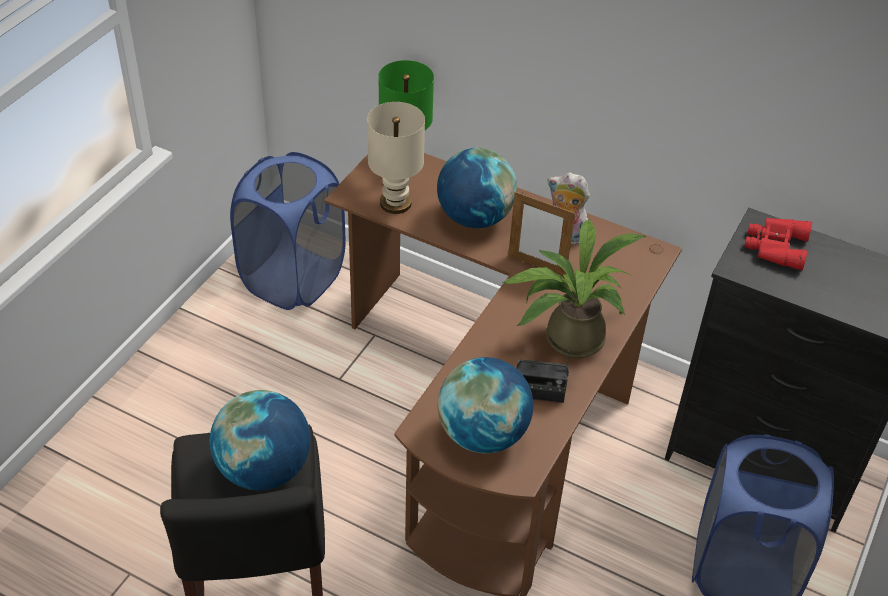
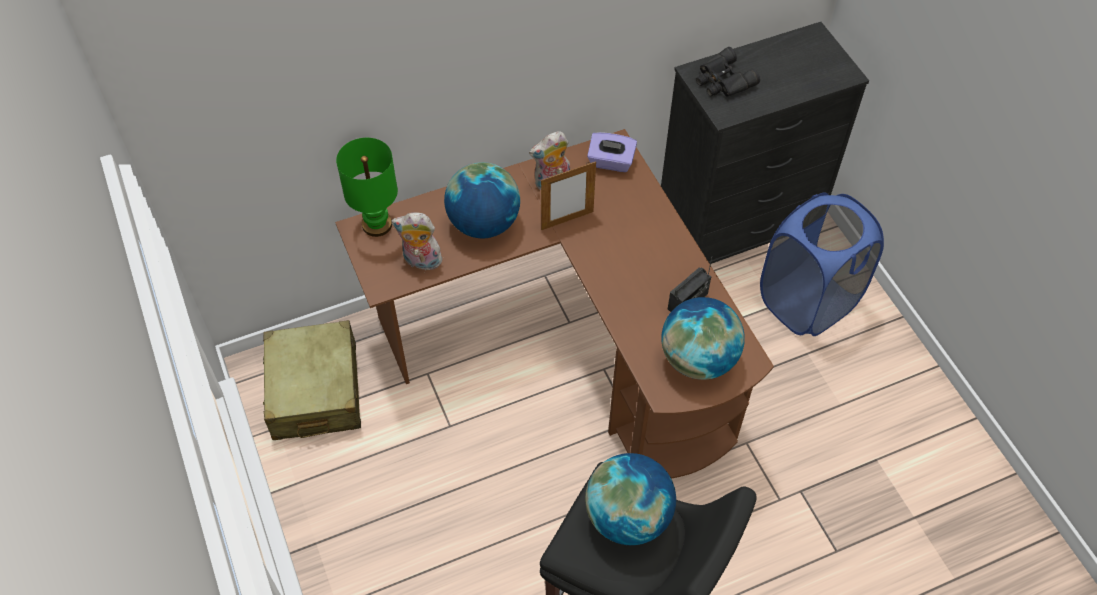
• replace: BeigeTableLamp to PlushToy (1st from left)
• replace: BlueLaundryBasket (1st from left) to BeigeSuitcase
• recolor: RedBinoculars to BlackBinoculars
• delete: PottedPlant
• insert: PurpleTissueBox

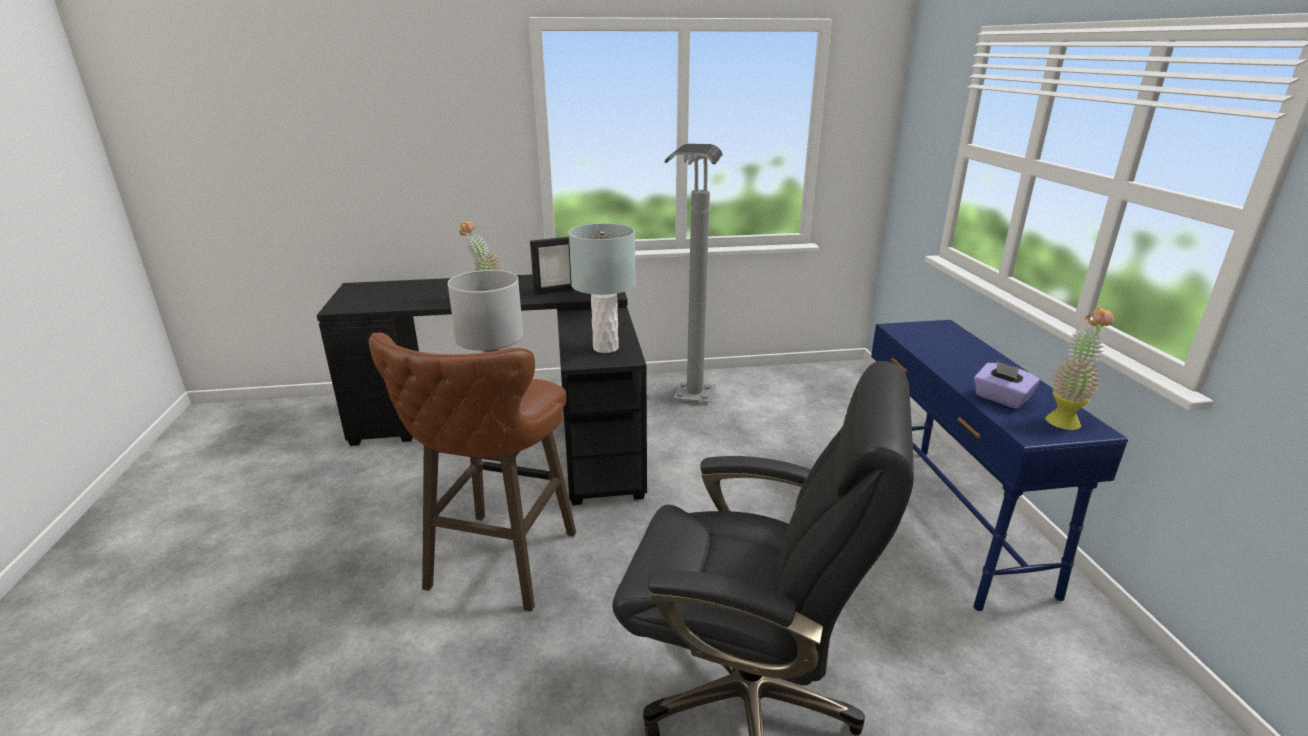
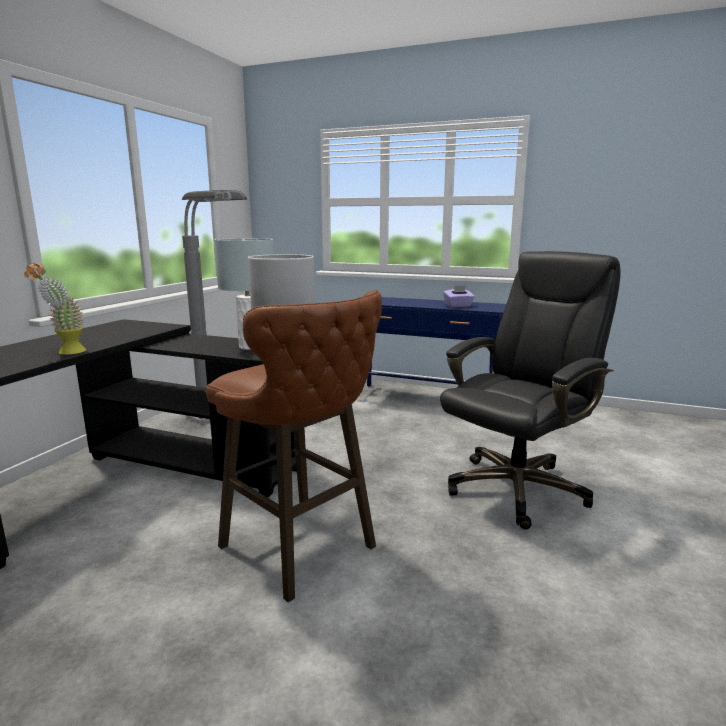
• delete: PictureFrame
• delete: PottedPlant (2nd from left)

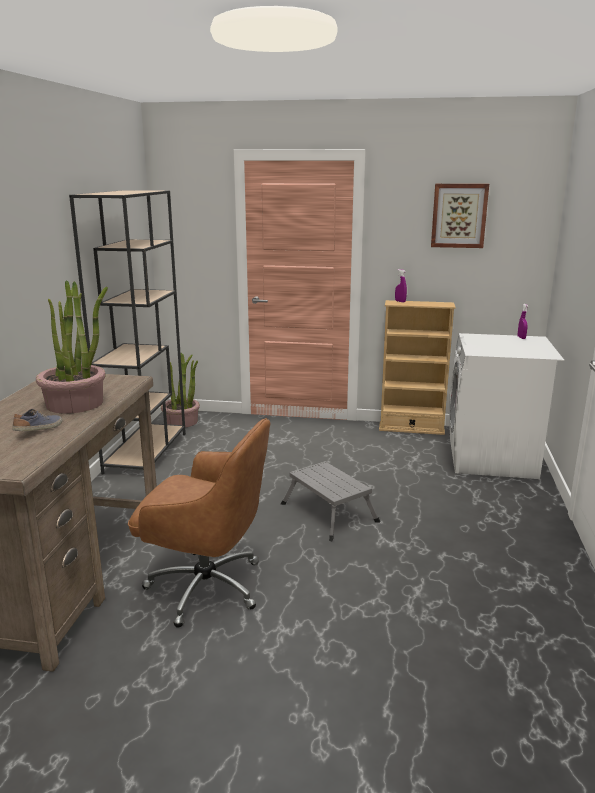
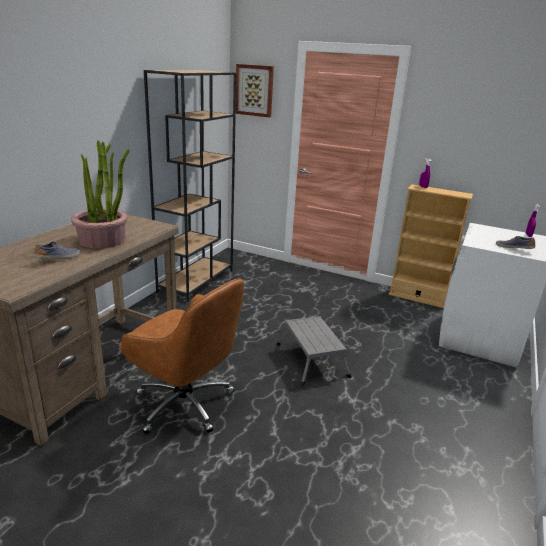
• move: Picture
• delete: PottedPlant (2nd from left)
• insert: Shoe (2nd from left)

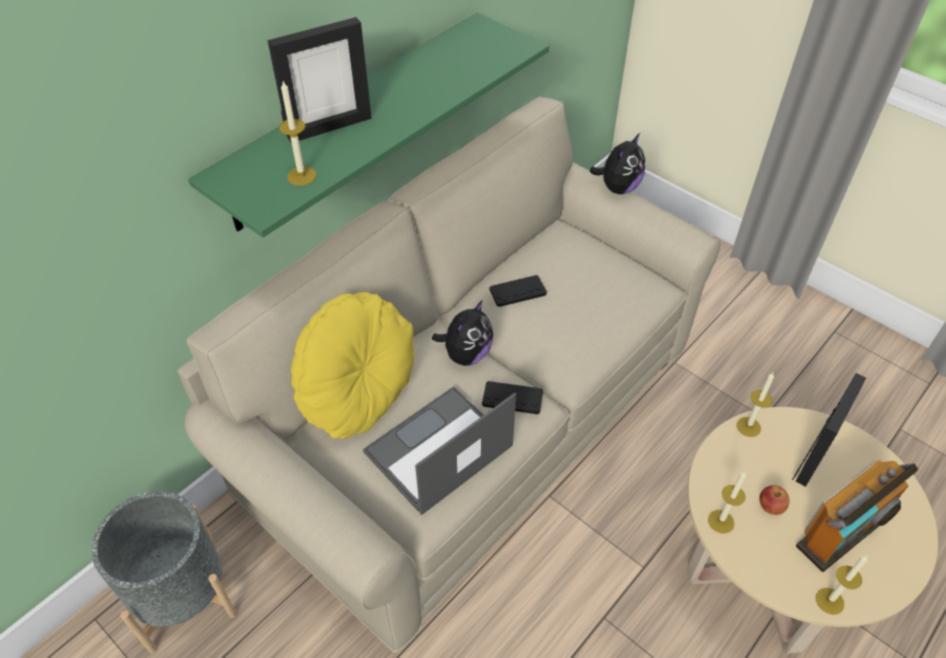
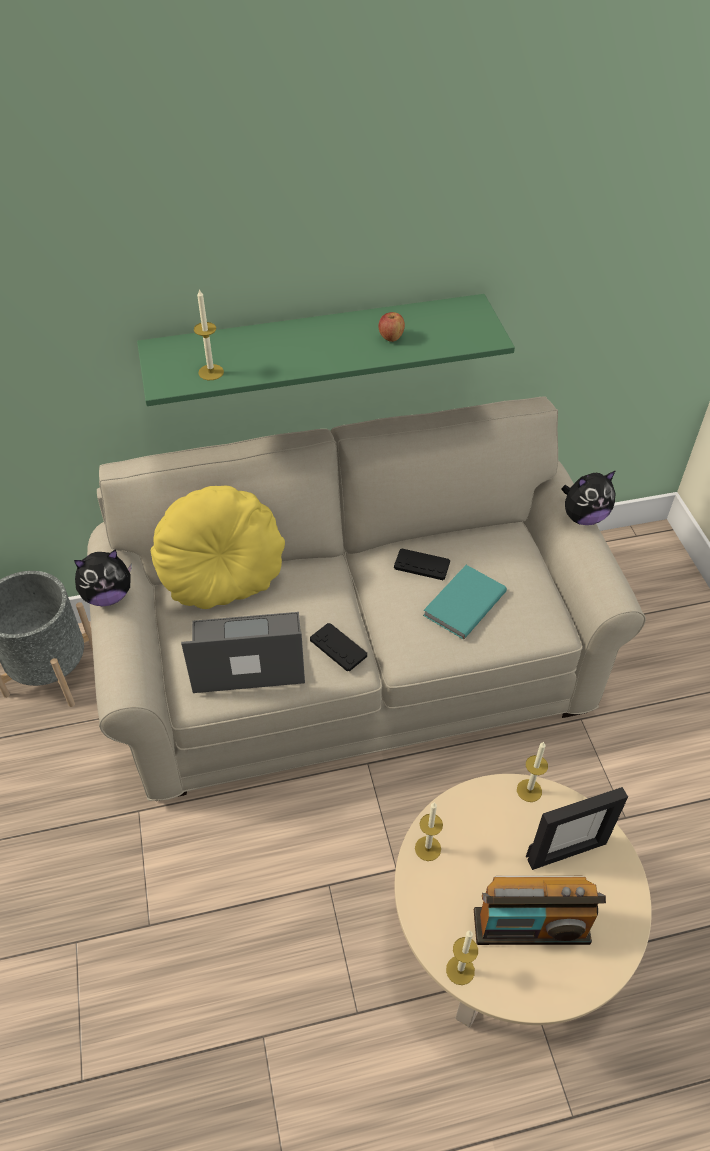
• delete: PictureFrame (1st from left)
• move: PlushToy (1st from left)
• move: Apple
• insert: TurquoiseBook

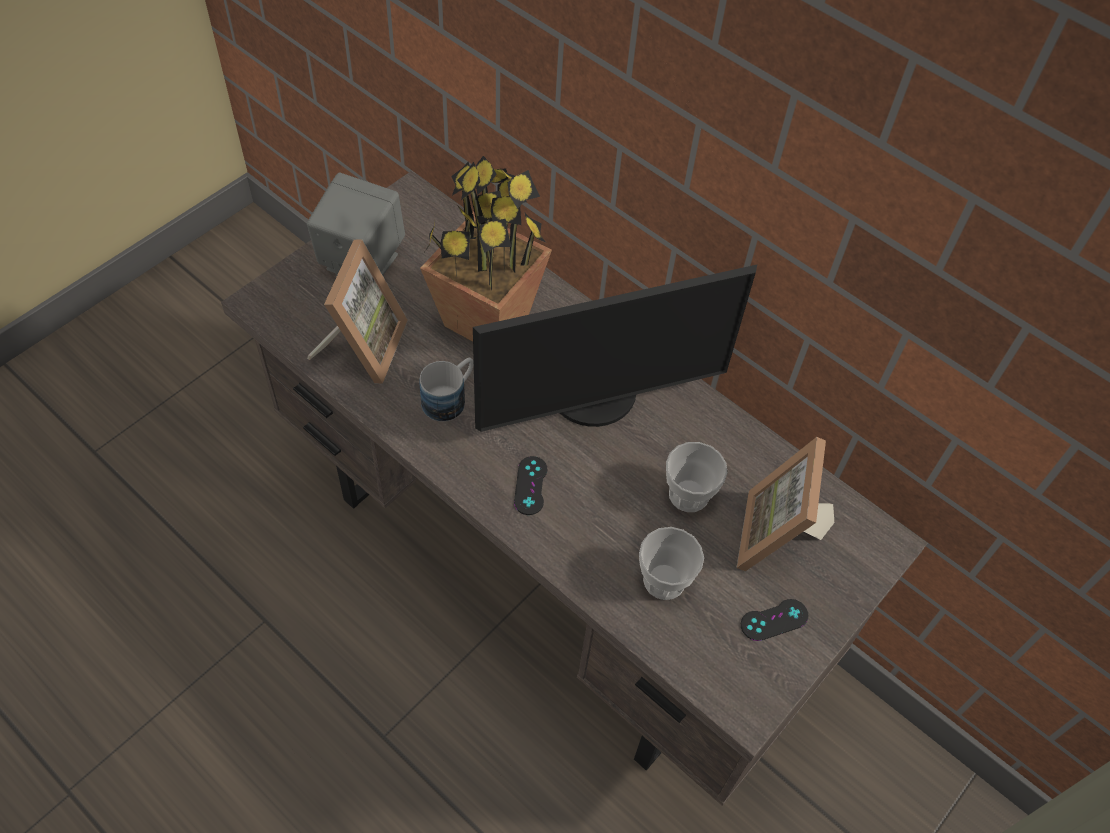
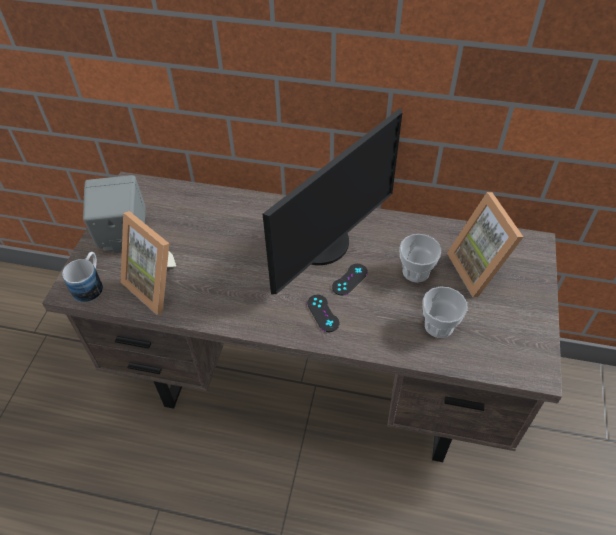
• delete: PottedPlant
• rotate: PictureFrame (1st from left) 150 degrees clockwise
• move: Mug
• move: BlackGameController (2nd from left)

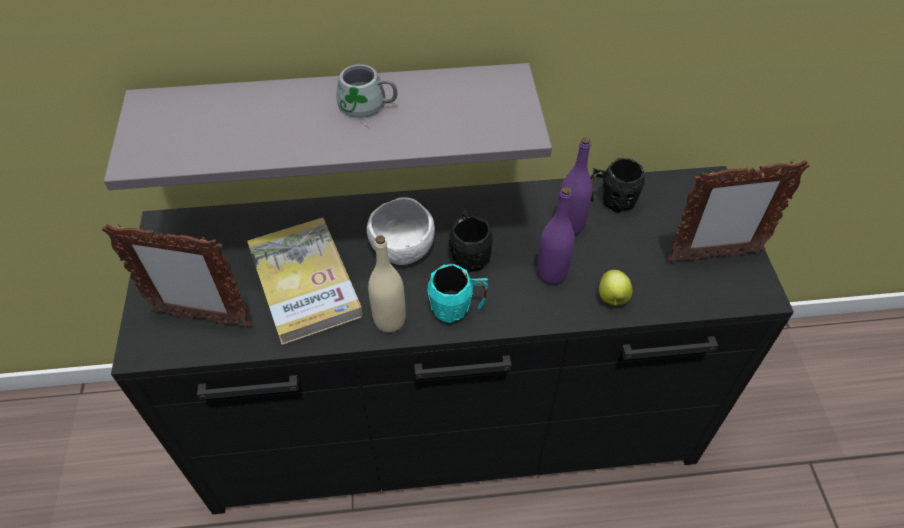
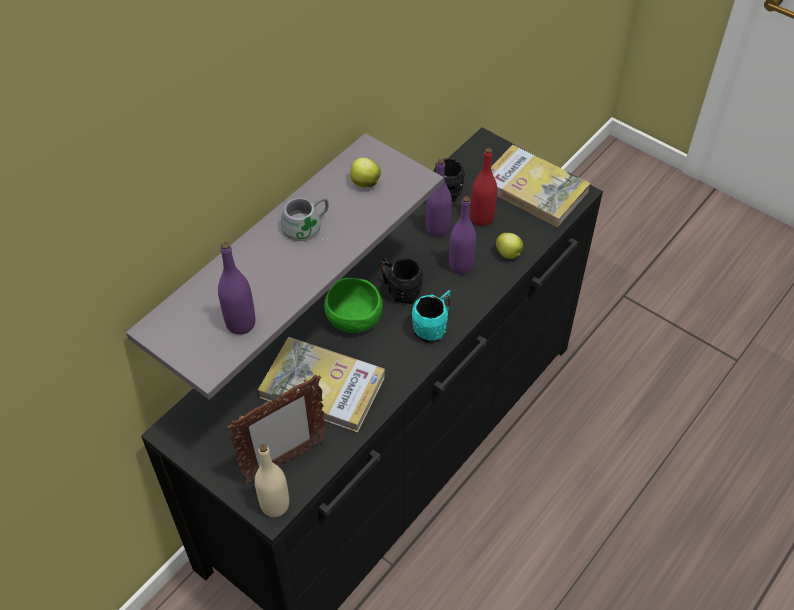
• replace: PictureFrame (2nd from left) to Book (2nd from left)
• recolor: WhiteBowl to GreenBowl
• move: BeigeBottle
• insert: RedBottle
• insert: Apple (1st from left)
• insert: PurpleBottle (1st from left)

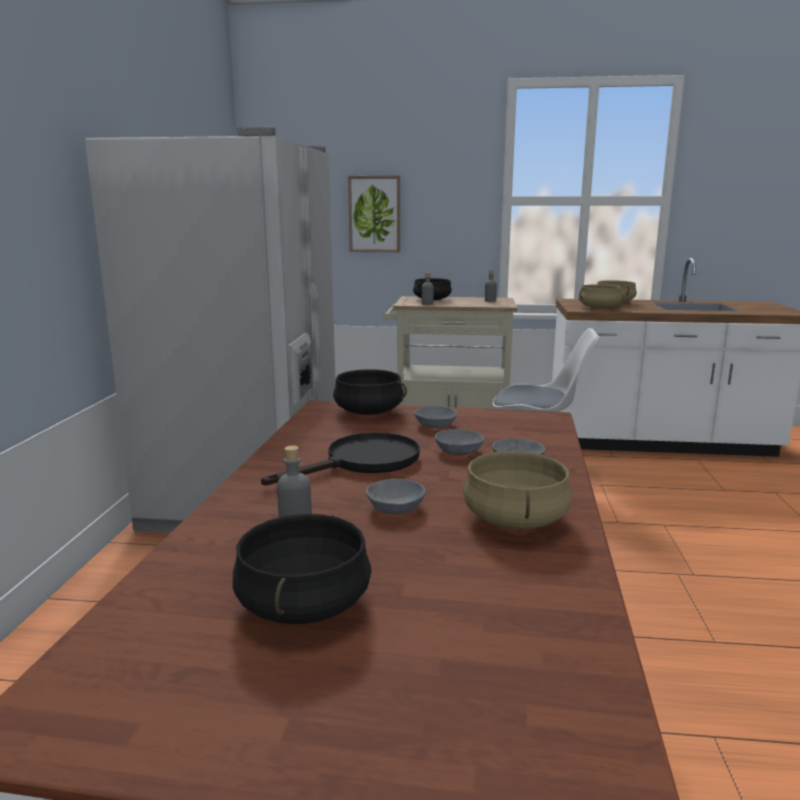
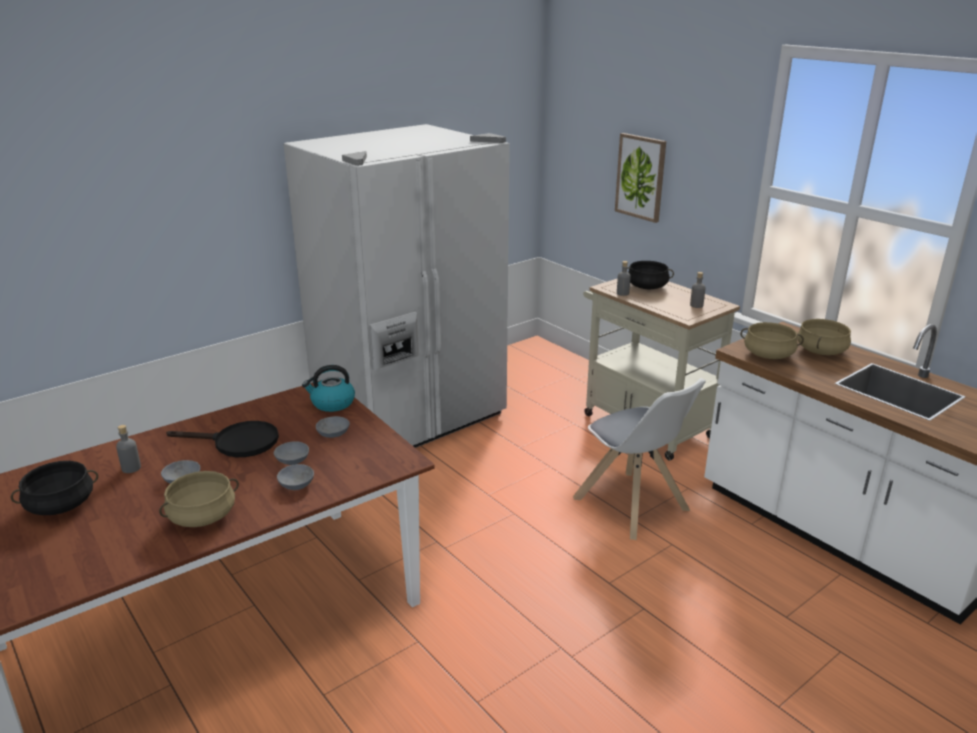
• replace: BlackCookingPot (2nd from left) to Kettle

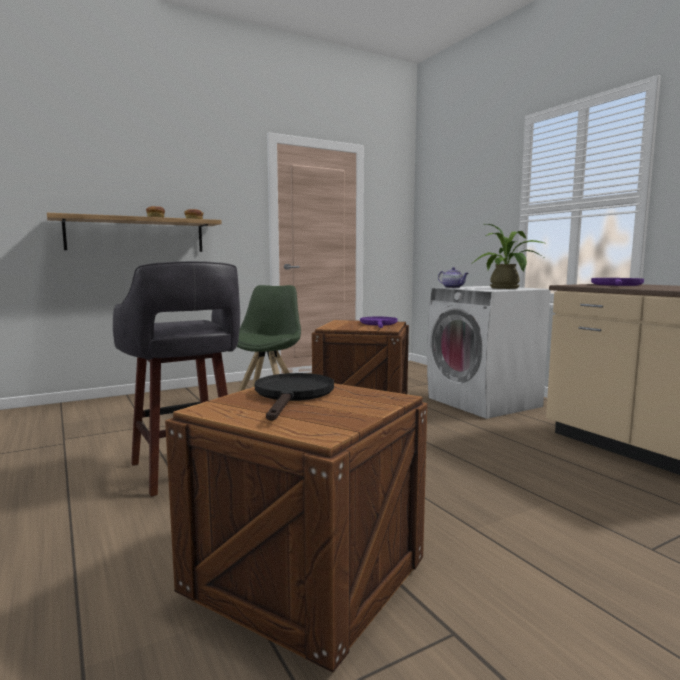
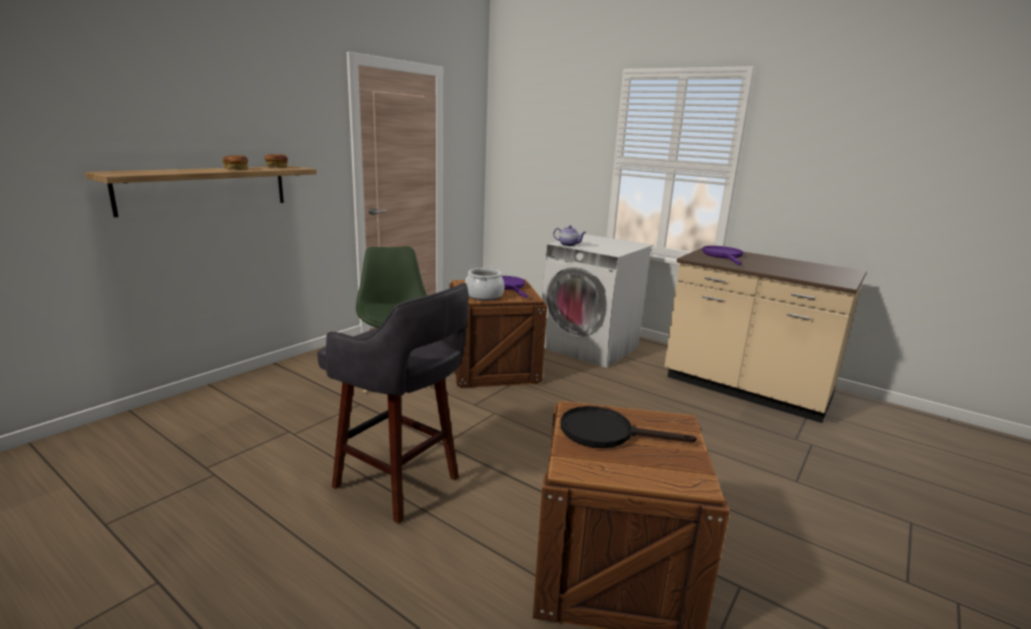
• delete: PottedPlant
• rotate: BlackFryingPan 60 degrees counterclockwise
• insert: CookingPot

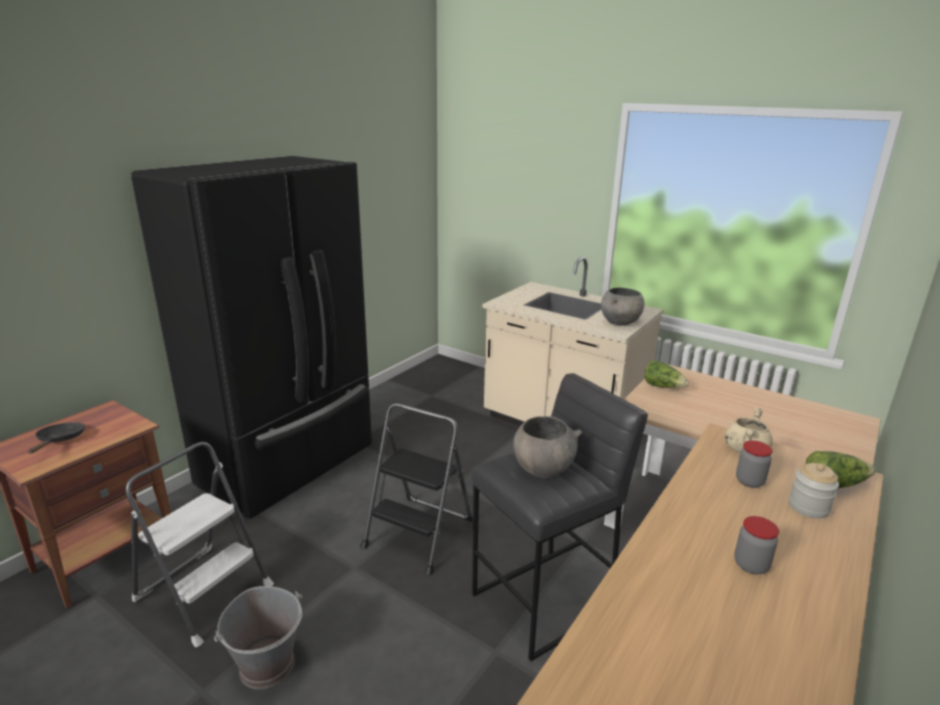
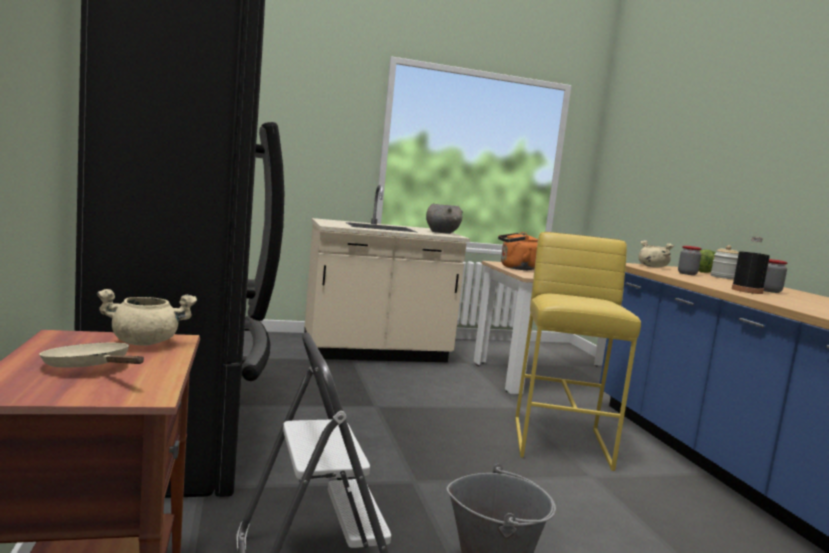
• replace: Lettuce (1st from left) to OrangeKettle
• recolor: GreyStool to YellowStool
• delete: BlackStepLadder
• delete: GreyBowl (1st from left)
• recolor: BlackFryingPan to BeigeFryingPan
• insert: BlackBottle
• insert: BeigeCookingPot (1st from left)

